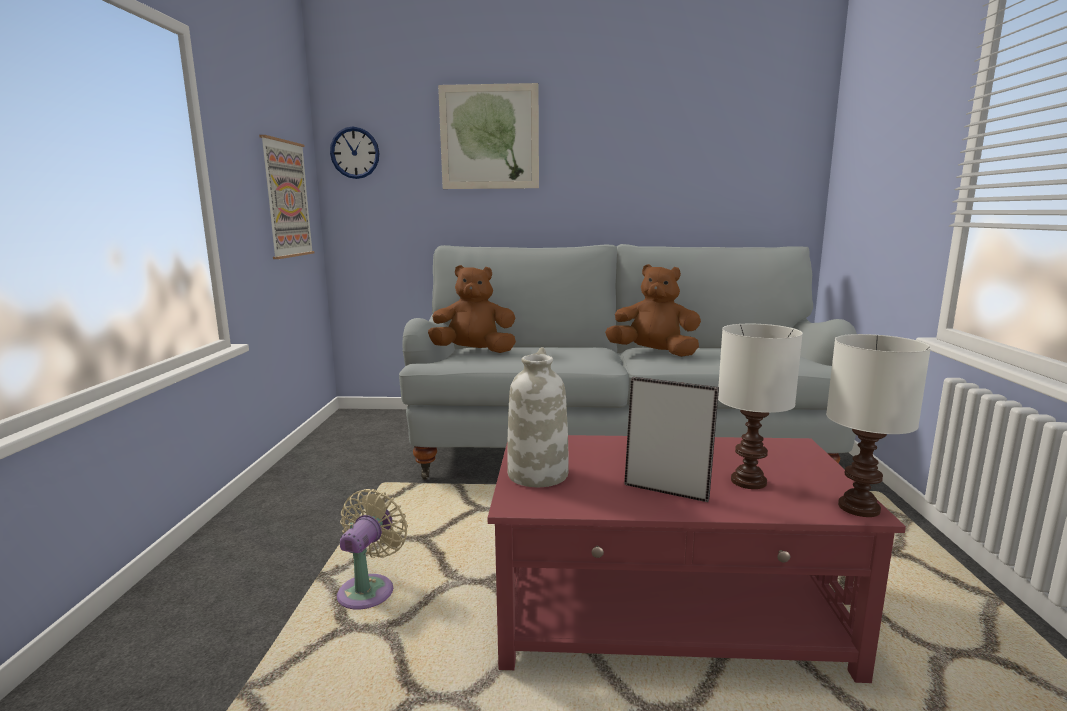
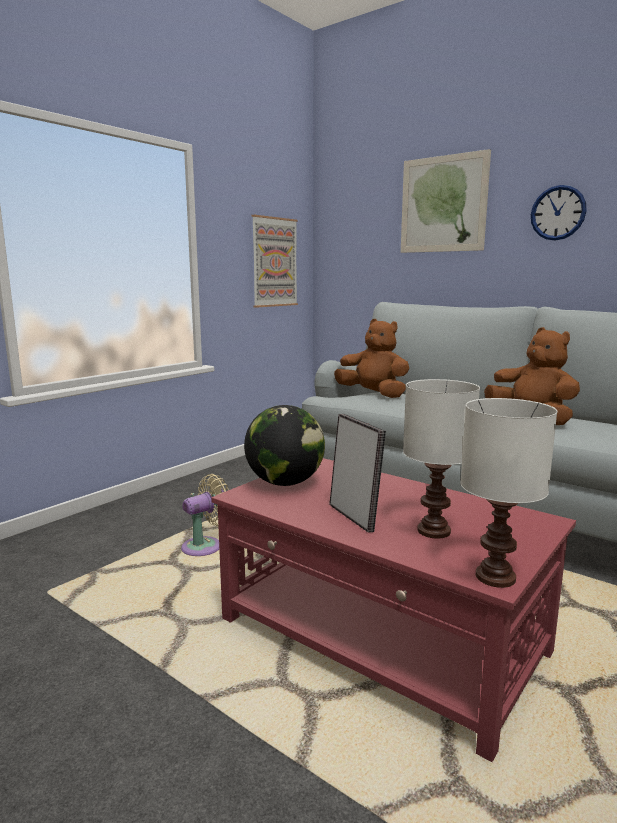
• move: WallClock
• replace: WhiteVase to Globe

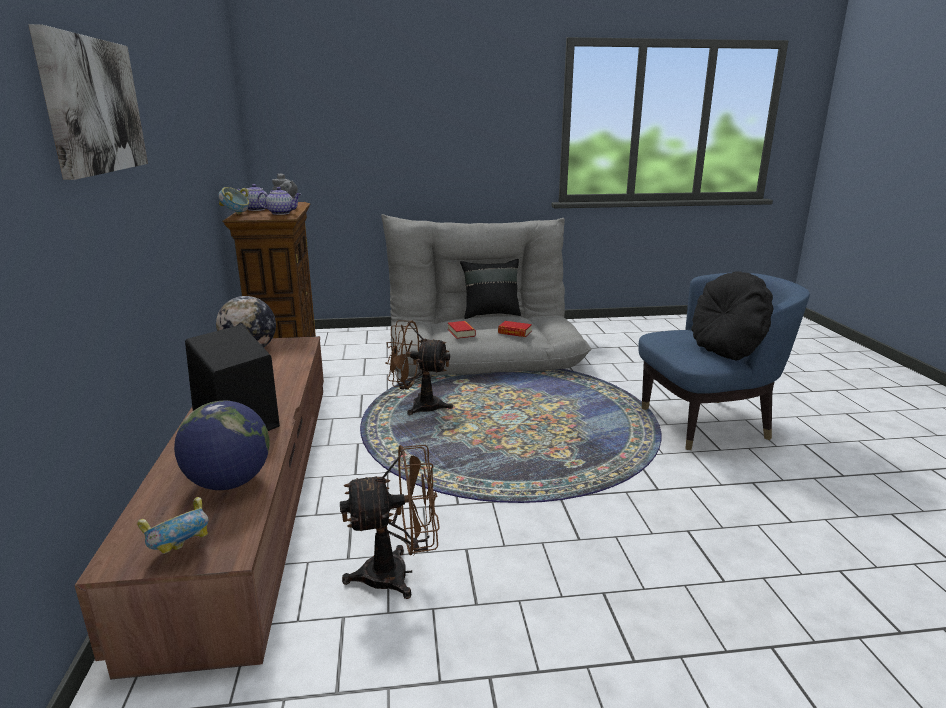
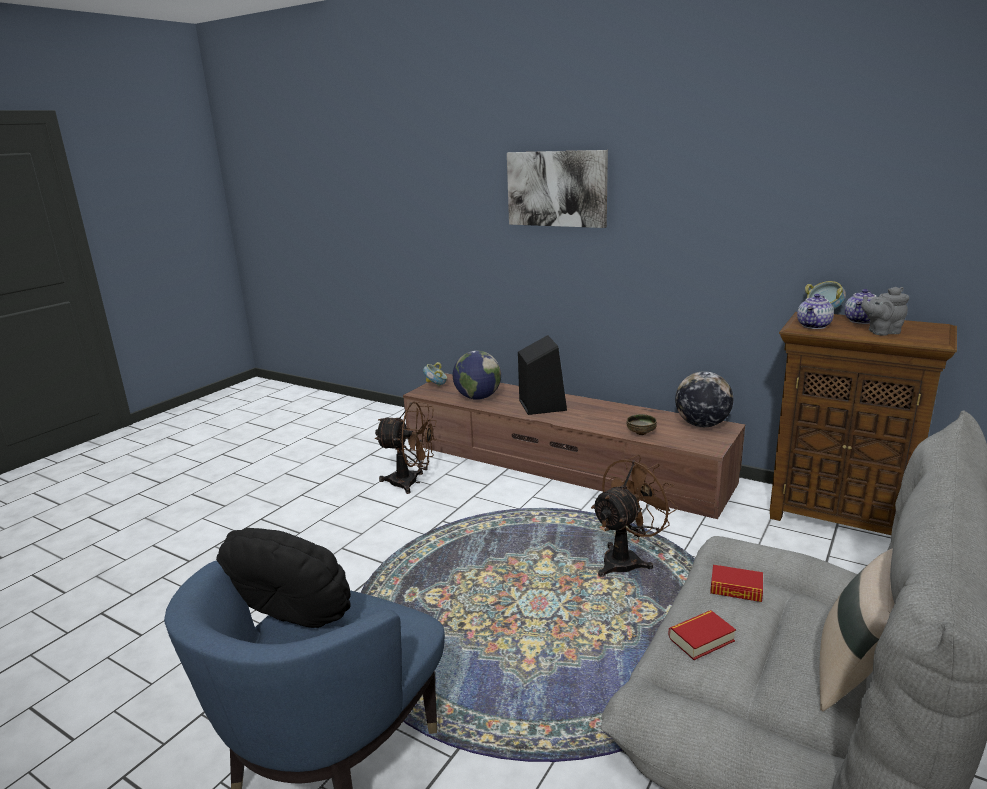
• recolor: BlackPillow (1st from left) to BeigePillow
• rotate: BrownFan (1st from left) 105 degrees counterclockwise
• insert: Bowl (2nd from left)

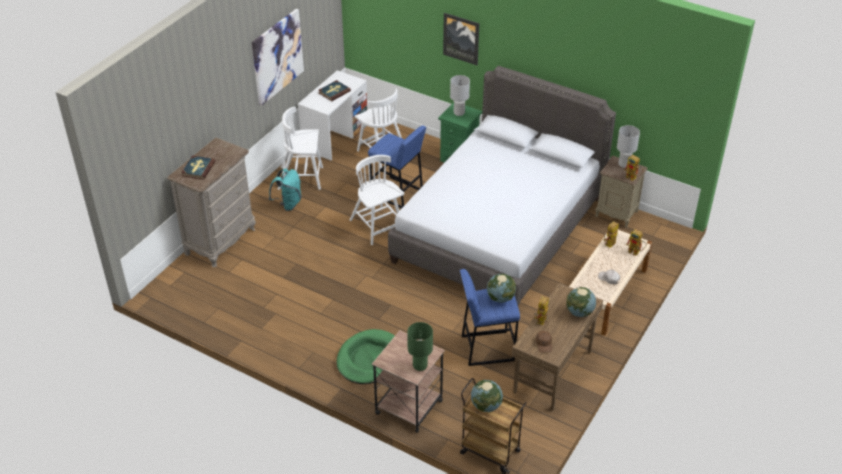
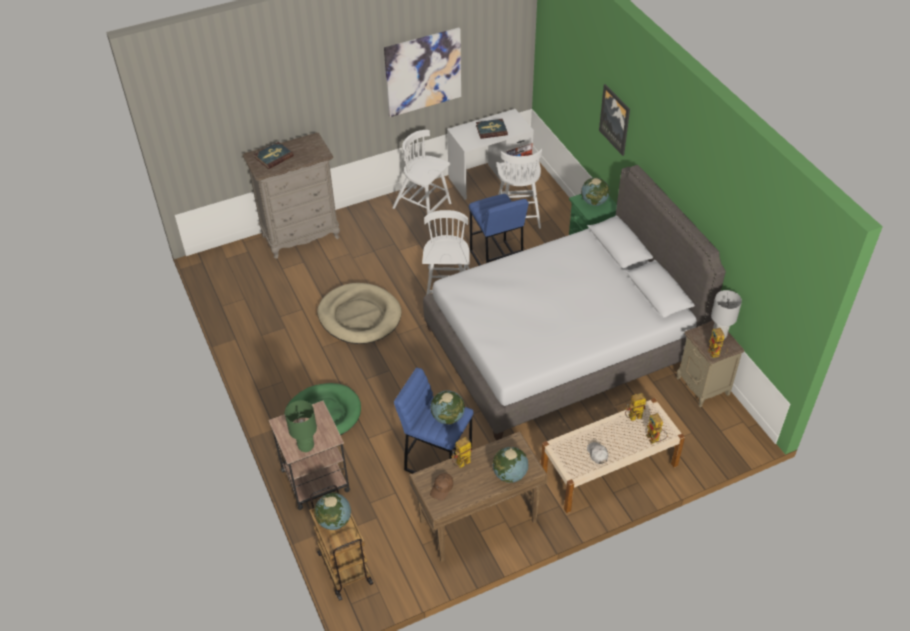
• replace: GreyTableLamp (1st from left) to Globe (4th from left)
• delete: TurquoiseBackpack
• insert: BeigeDogBed

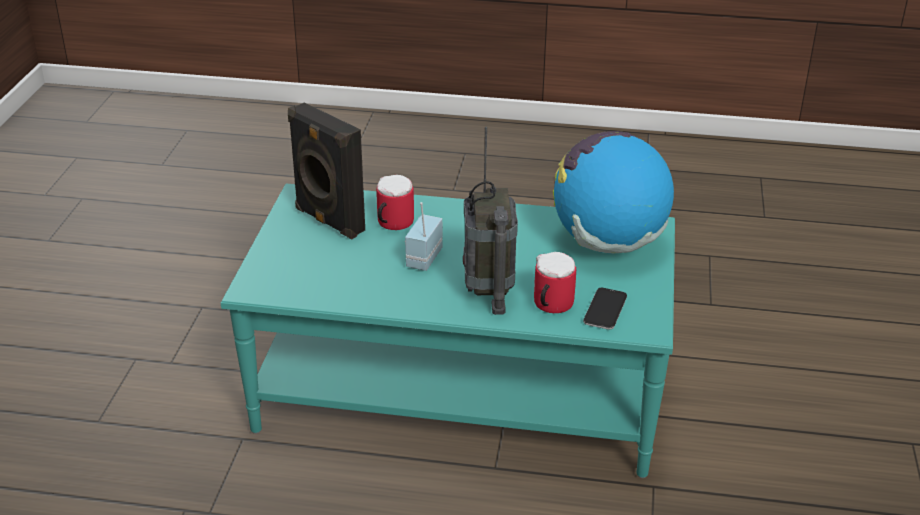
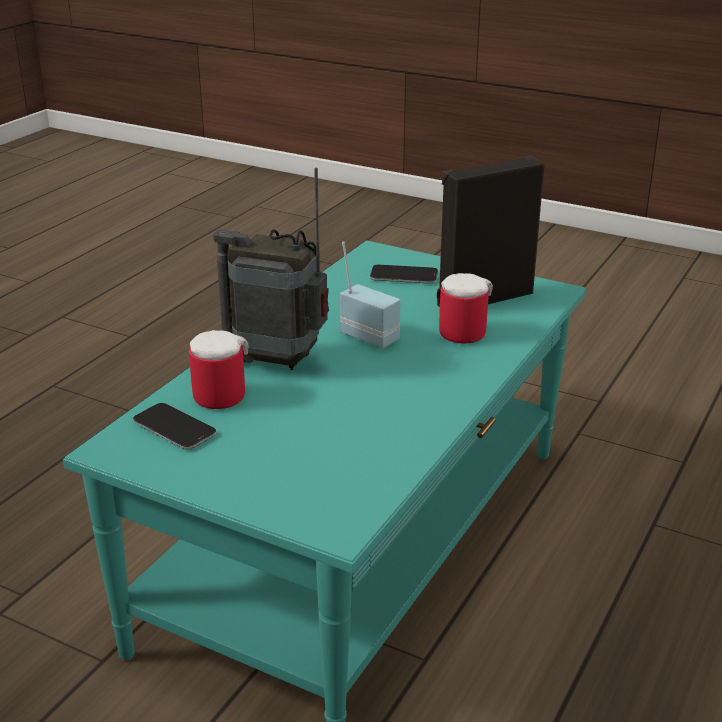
• delete: Globe
• insert: Phone (2nd from left)

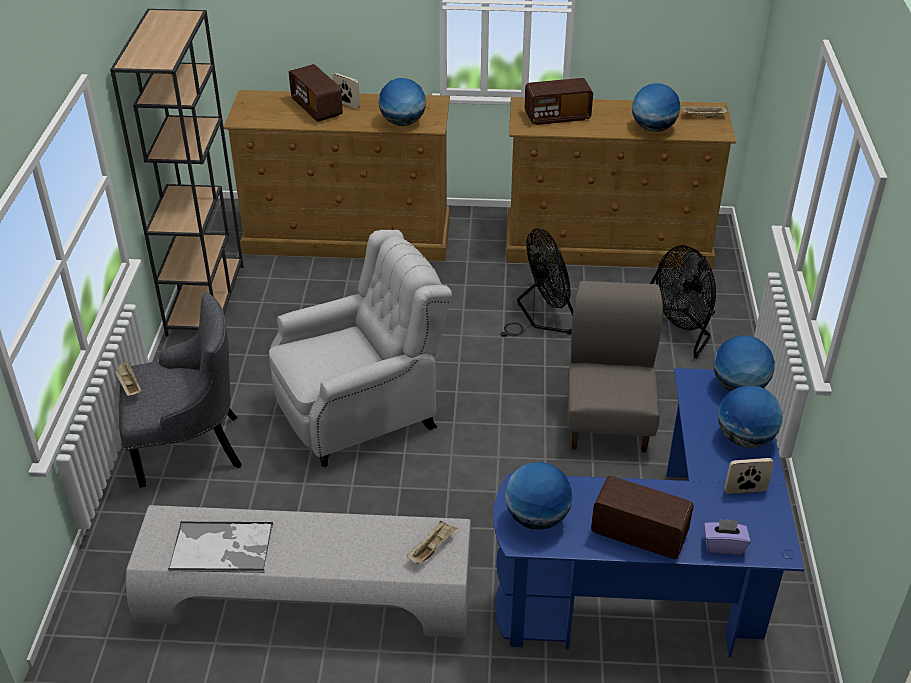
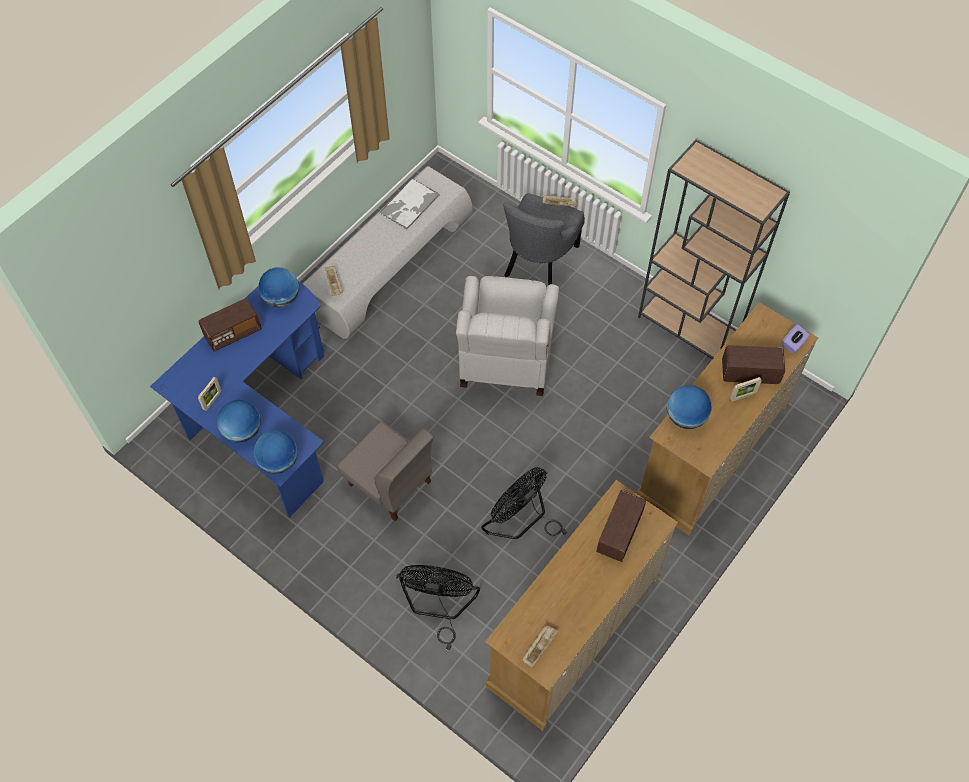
• delete: Globe (3rd from left)
• rotate: BlackFan (1st from left in the first image) 120 degrees clockwise
• move: PurpleTissueBox

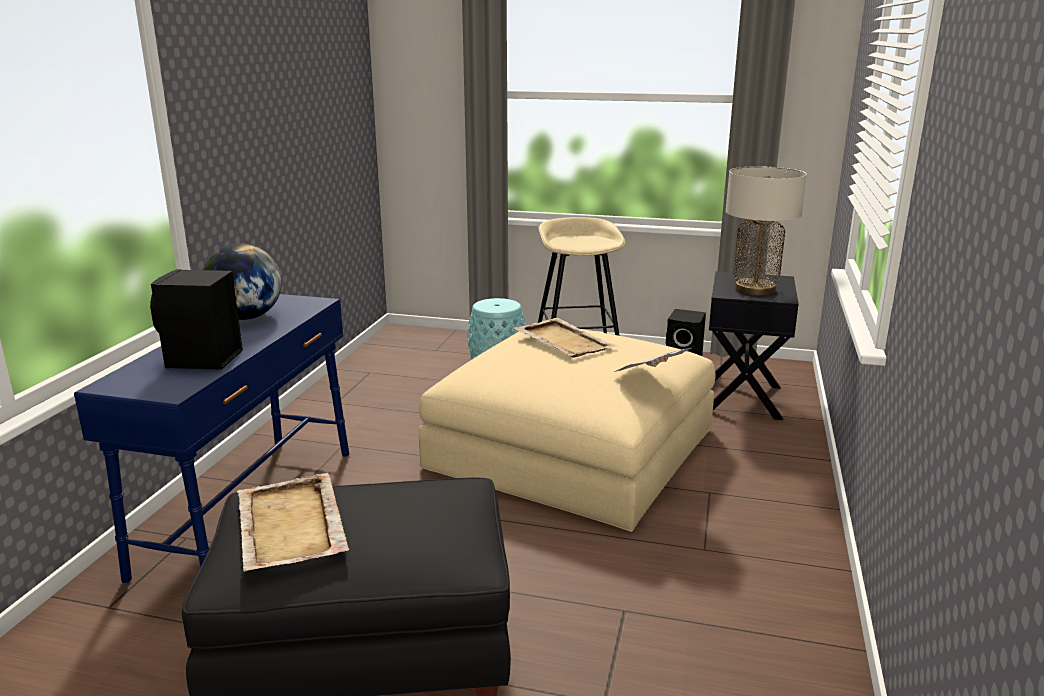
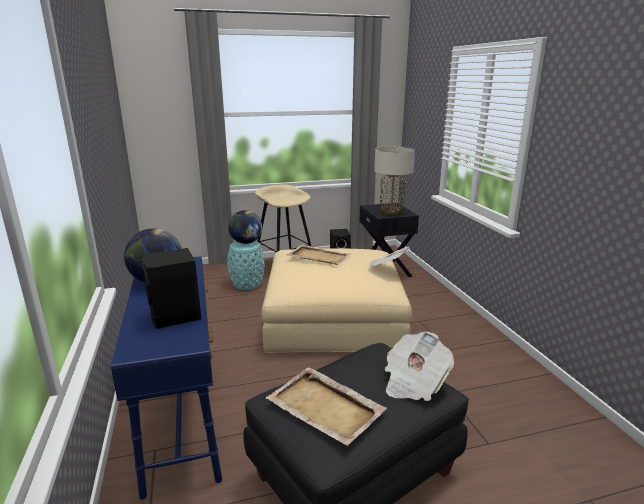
• insert: Globe (2nd from left)
• insert: Newspaper (2nd from left)

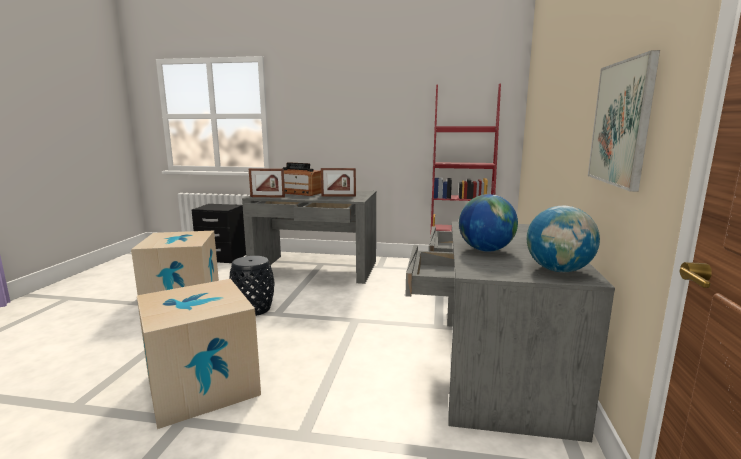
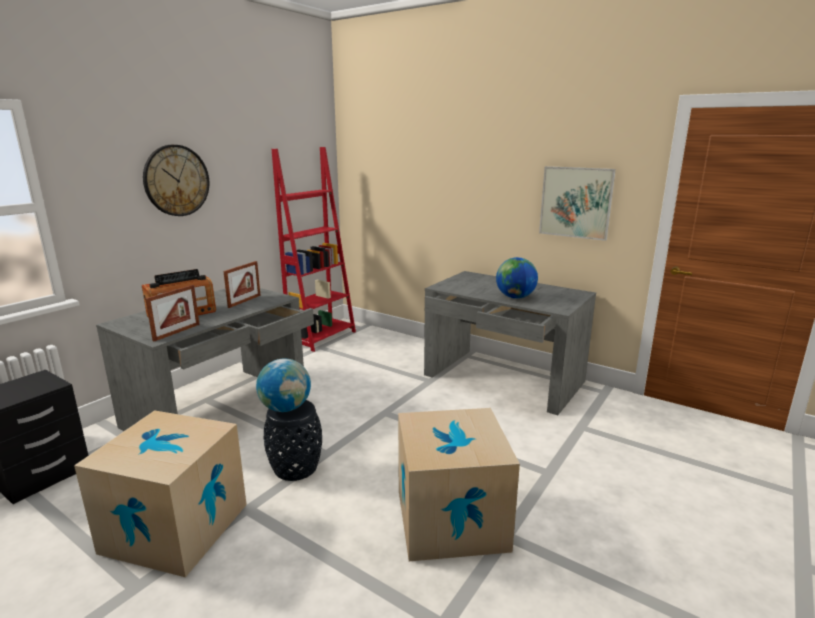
• move: Globe (2nd from left in the first image) to Globe (1st from left)
• insert: WallClock

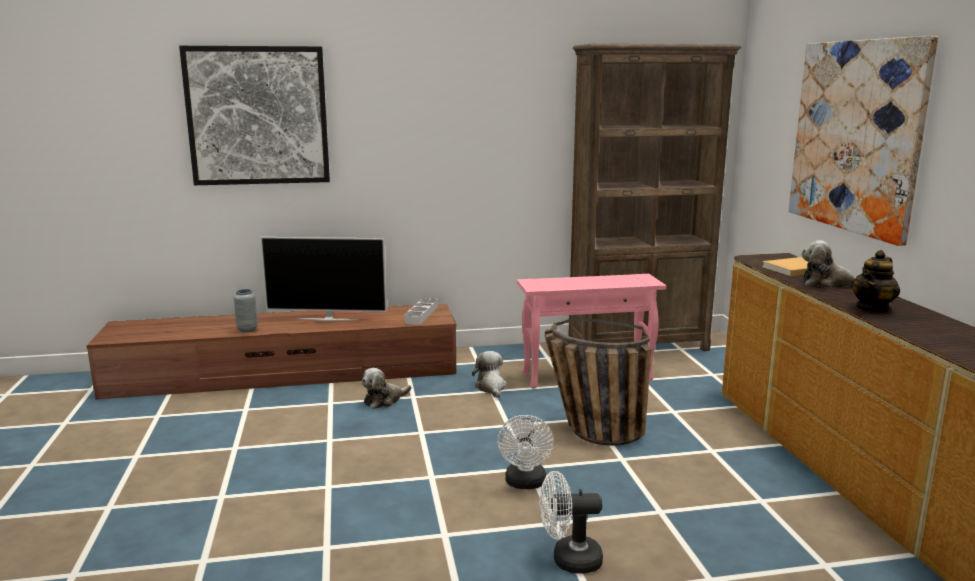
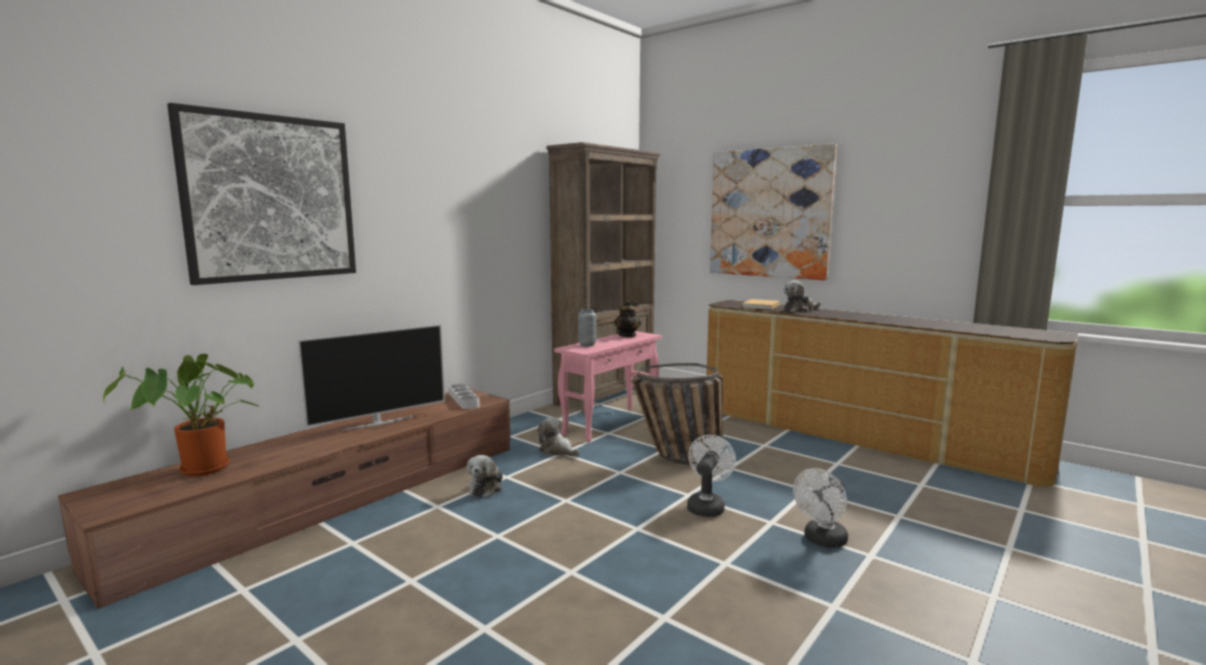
• move: Teapot
• move: GreyVase
• rotate: WhiteFan (1st from left) 120 degrees counterclockwise
• insert: PottedPlant

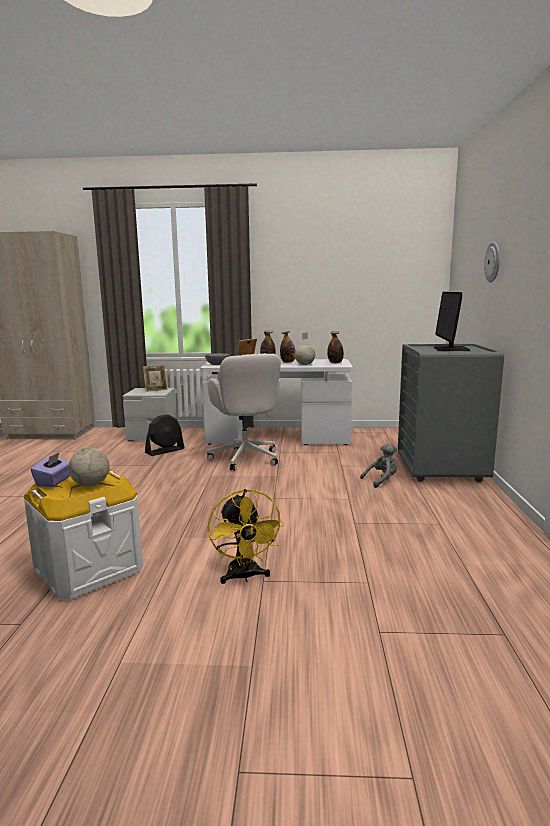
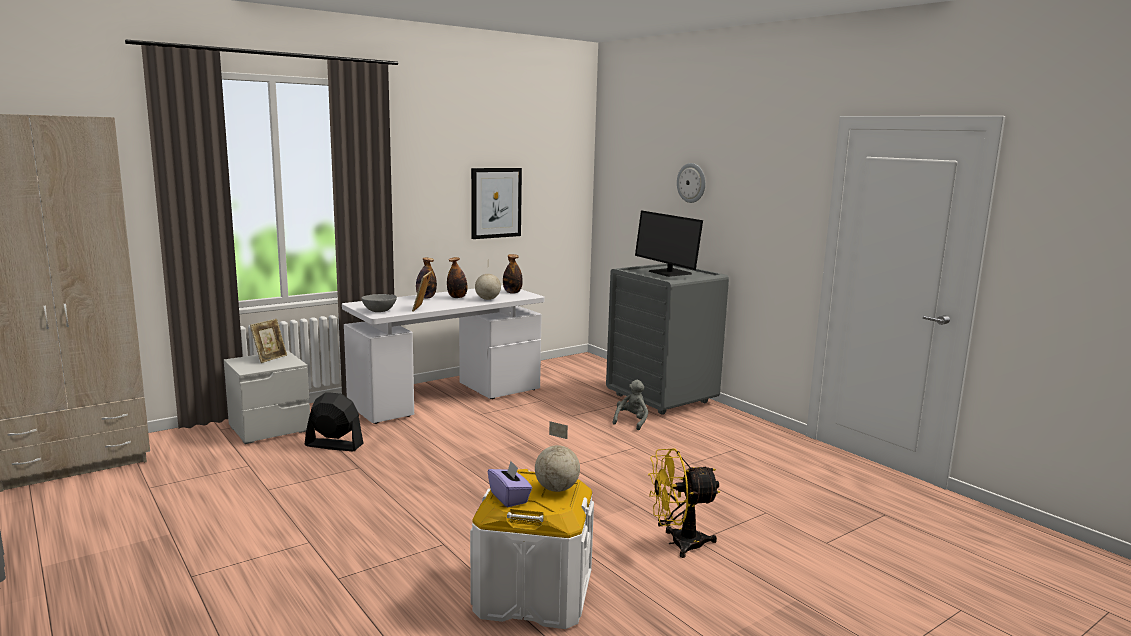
• delete: WhiteOfficeChair
• rotate: BlackFan 90 degrees counterclockwise
• rotate: YellowFan 135 degrees clockwise
• insert: Picture

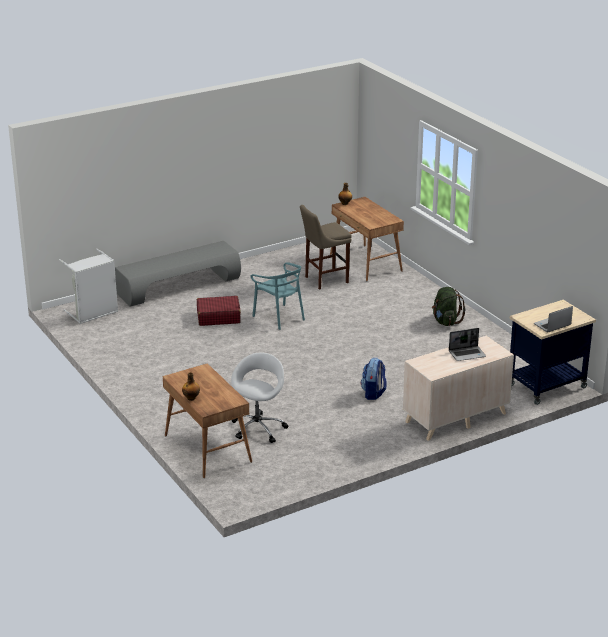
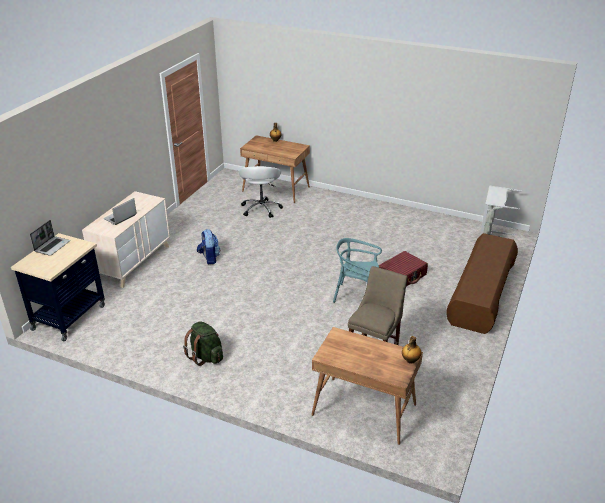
• recolor: GreyBench to BrownBench

